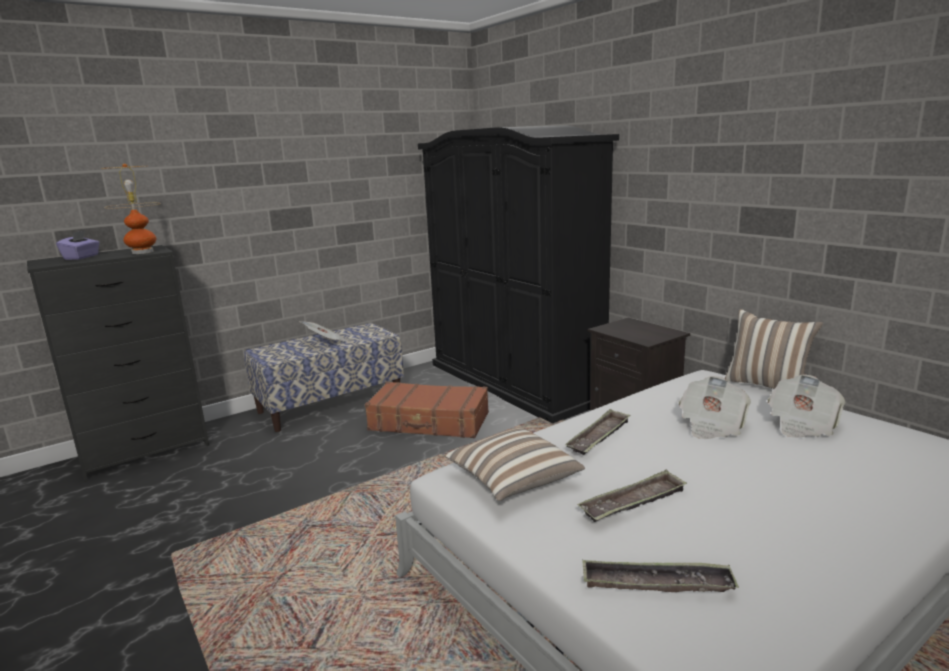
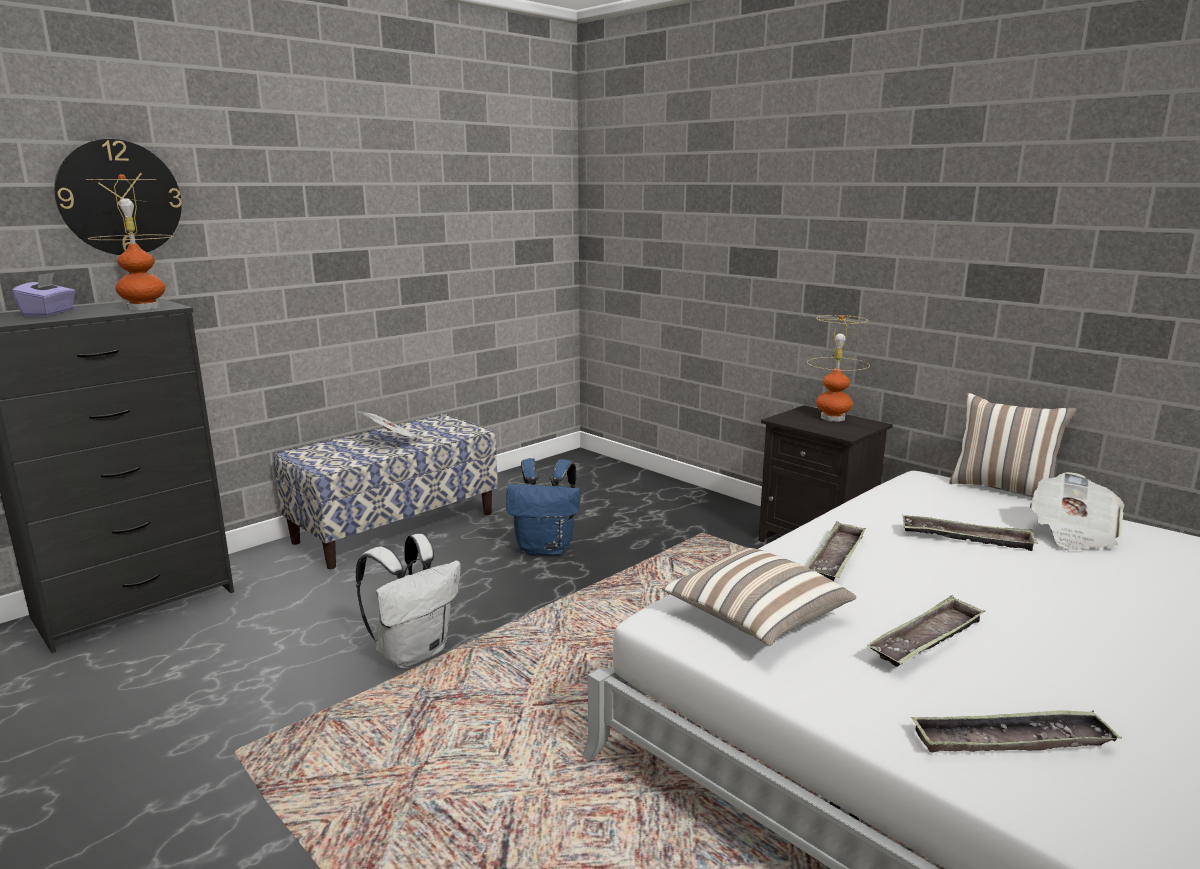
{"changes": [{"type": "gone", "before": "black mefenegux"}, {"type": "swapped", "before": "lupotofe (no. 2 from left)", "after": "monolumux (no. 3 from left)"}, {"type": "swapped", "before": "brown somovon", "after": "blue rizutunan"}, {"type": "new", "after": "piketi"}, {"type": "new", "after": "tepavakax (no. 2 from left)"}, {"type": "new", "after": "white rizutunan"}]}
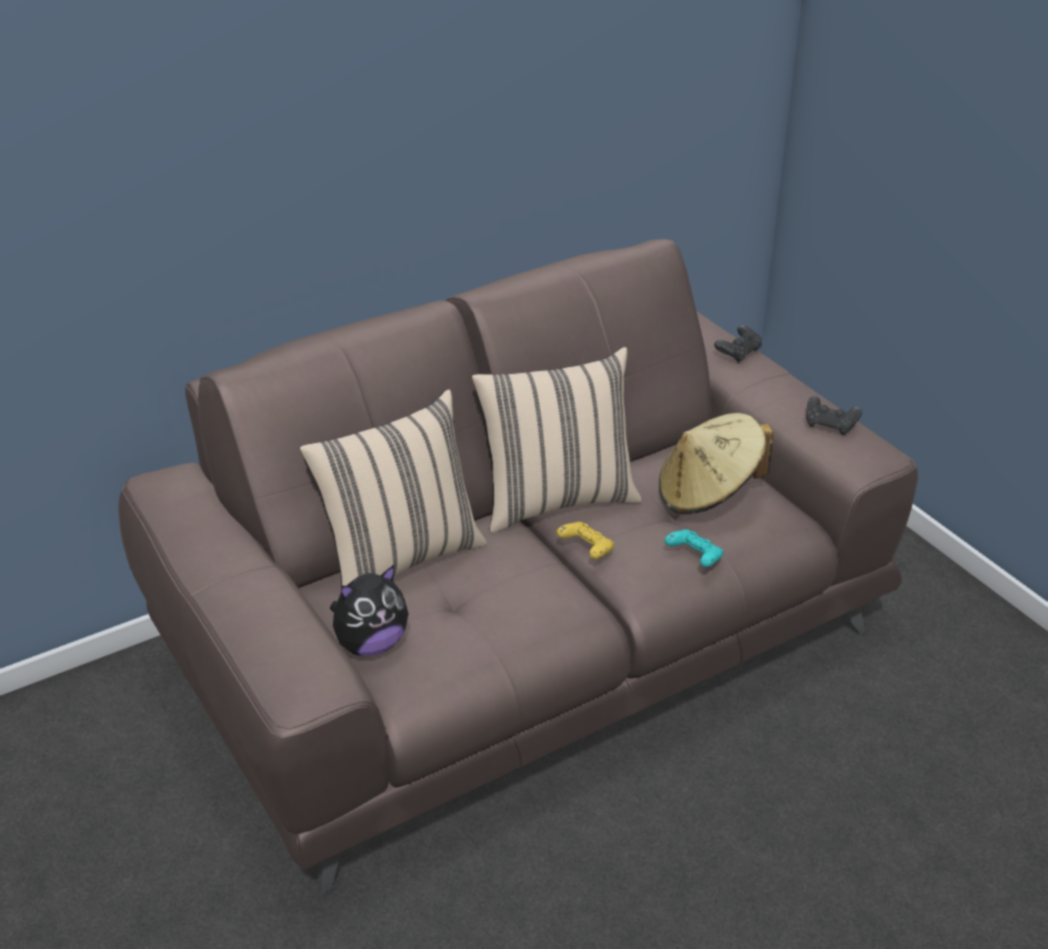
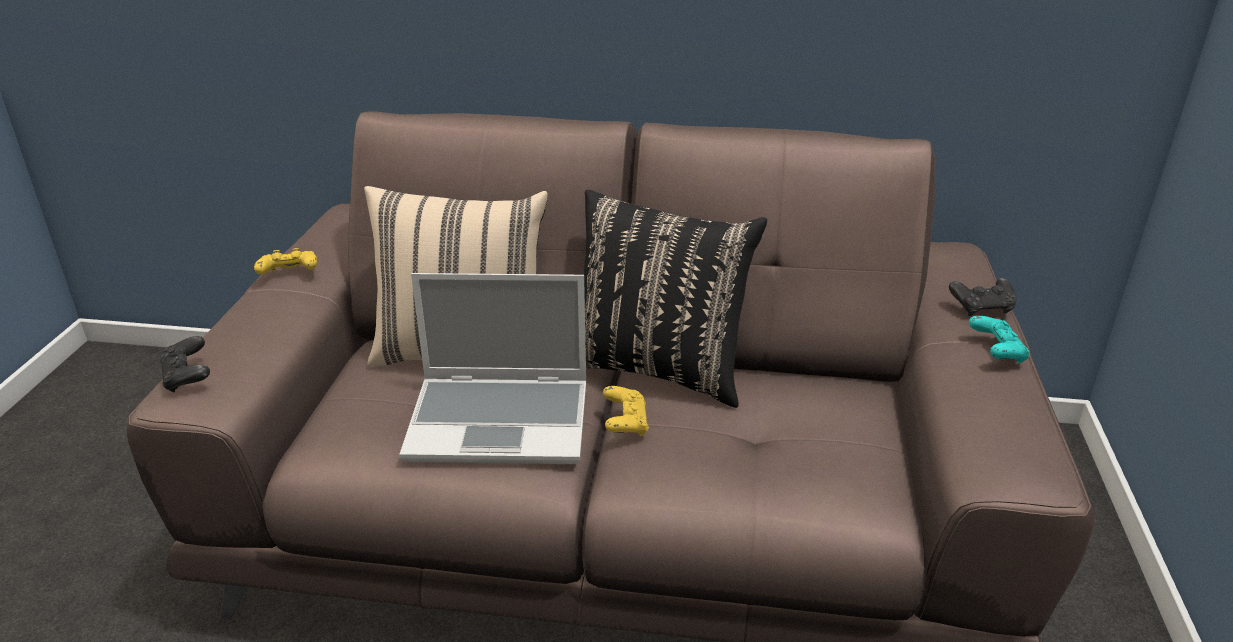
{"changes": [{"type": "repainted", "before": "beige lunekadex (no. 2 from left)", "after": "black lunekadex"}, {"type": "shifted", "before": "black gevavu (no. 2 from left in the first image)", "after": "black gevavu (no. 1 from left)"}, {"type": "gone", "before": "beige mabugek"}, {"type": "shifted", "before": "turquoise gevavu"}, {"type": "gone", "before": "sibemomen"}, {"type": "new", "after": "yellow gevavu (no. 1 from left)"}, {"type": "new", "after": "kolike"}]}
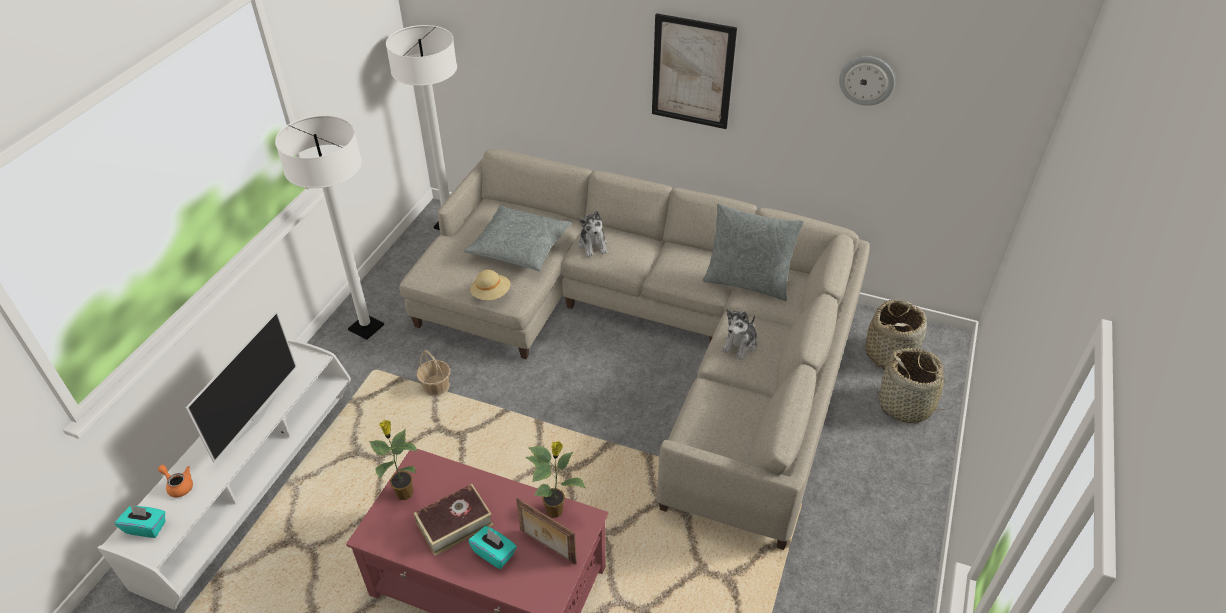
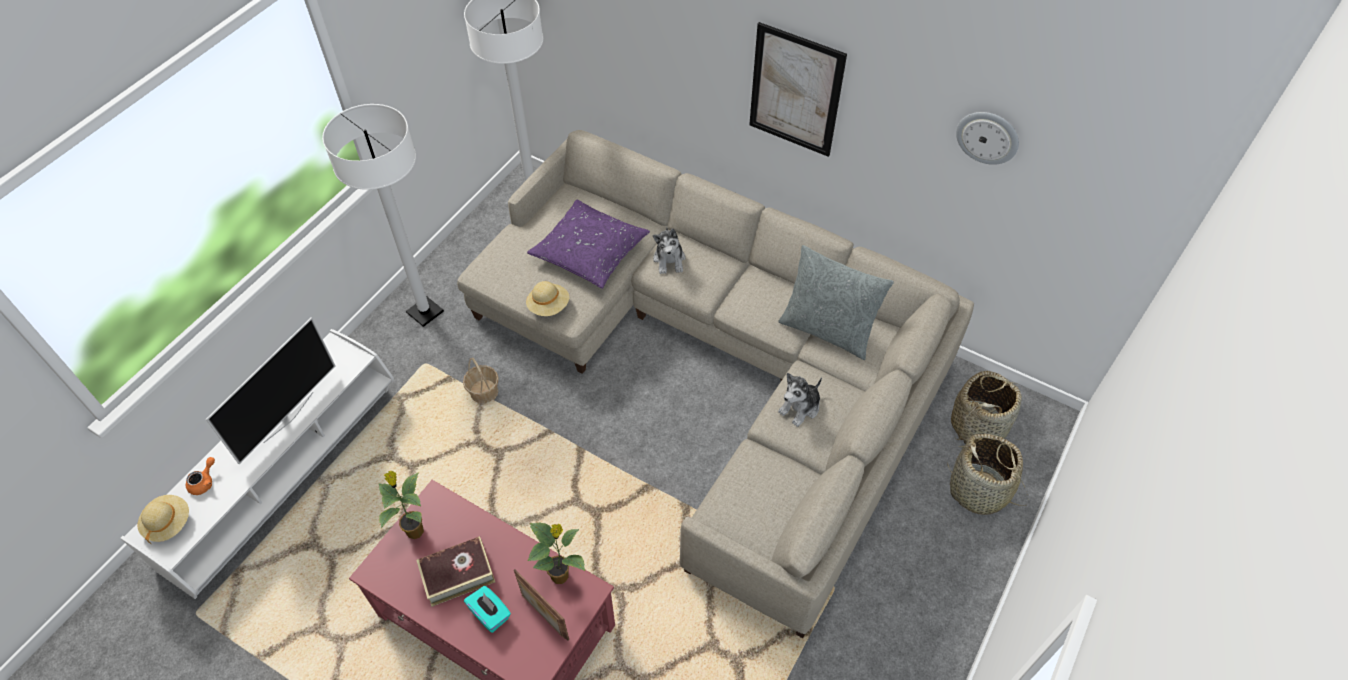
{"changes": [{"type": "repainted", "before": "grey lunekadex (no. 1 from left)", "after": "purple lunekadex"}, {"type": "rotated", "before": "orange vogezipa", "turn": 75}, {"type": "swapped", "before": "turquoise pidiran (no. 1 from left)", "after": "beige mabugek (no. 1 from left)"}]}
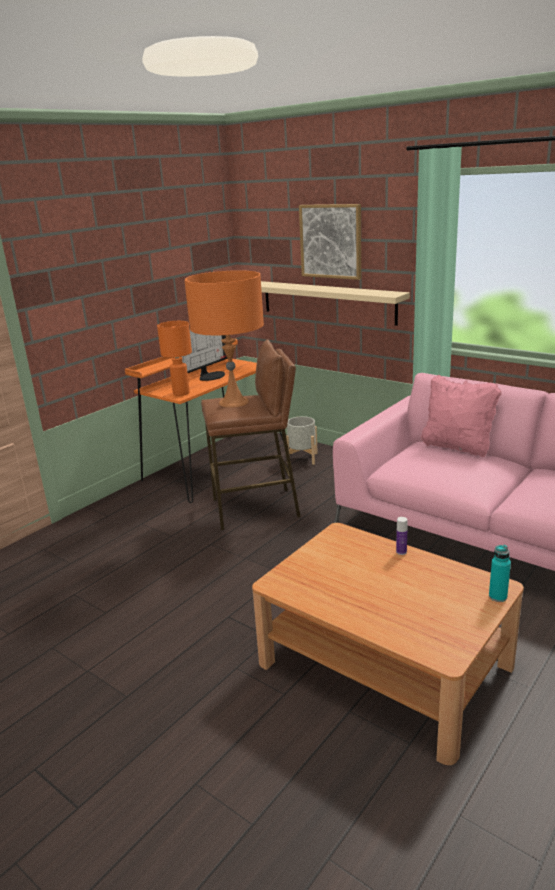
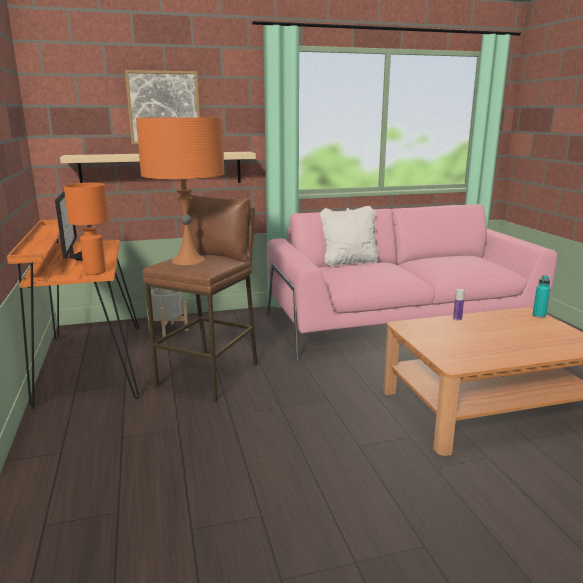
{"changes": [{"type": "repainted", "before": "pink lunekadex", "after": "white lunekadex"}]}
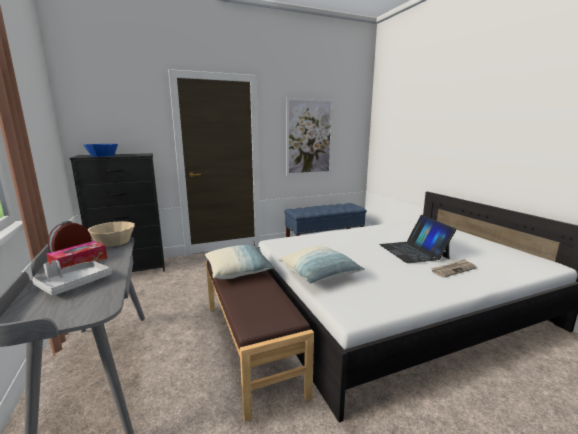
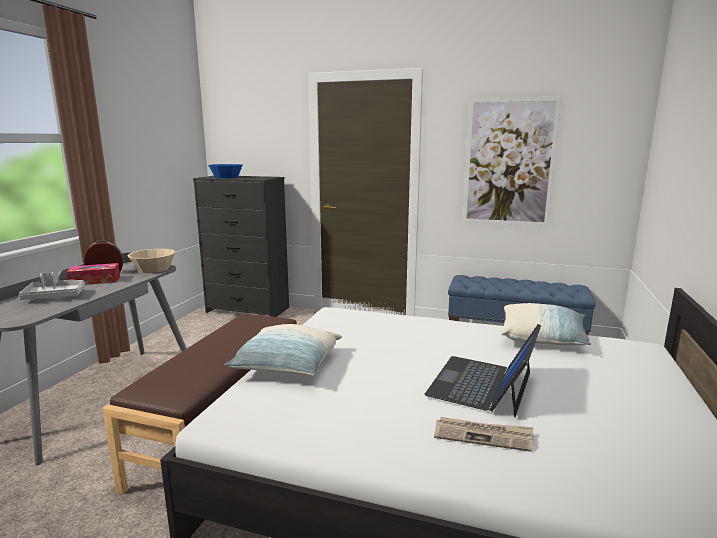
{"changes": [{"type": "shifted", "before": "lunekadex (no. 1 from left in the first image)", "after": "lunekadex (no. 2 from left)"}]}
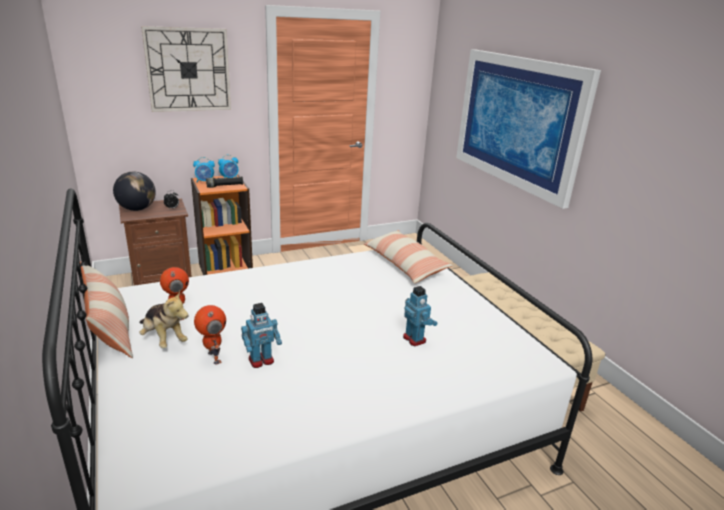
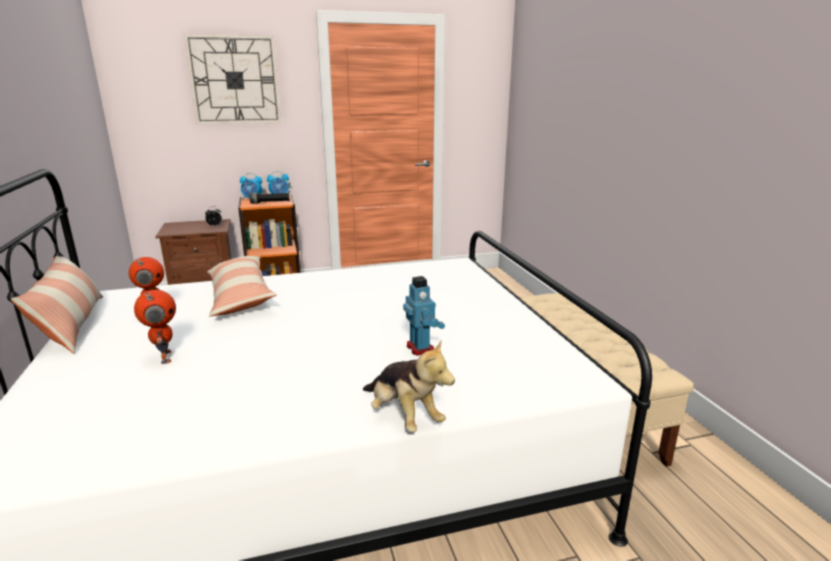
{"changes": [{"type": "gone", "before": "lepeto"}, {"type": "gone", "before": "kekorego"}, {"type": "shifted", "before": "lunekadex (no. 2 from left)"}, {"type": "shifted", "before": "sibemomen"}, {"type": "gone", "before": "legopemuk (no. 3 from left)"}]}
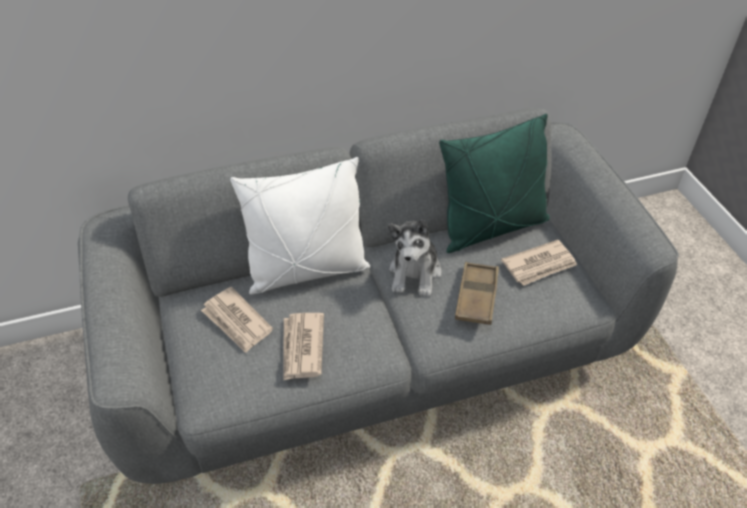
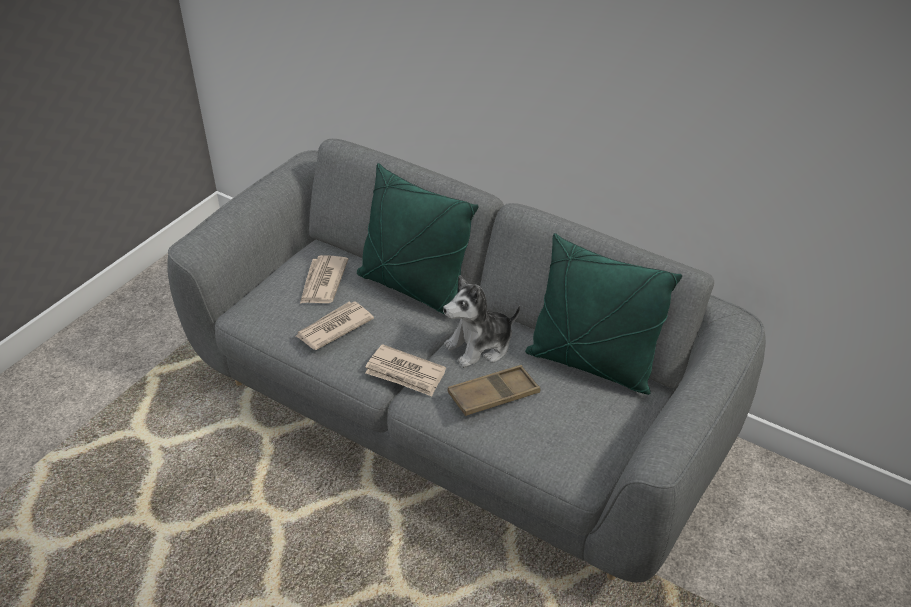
{"changes": [{"type": "repainted", "before": "white lunekadex", "after": "green lunekadex (no. 1 from left)"}, {"type": "shifted", "before": "lupotofe (no. 3 from left)"}]}
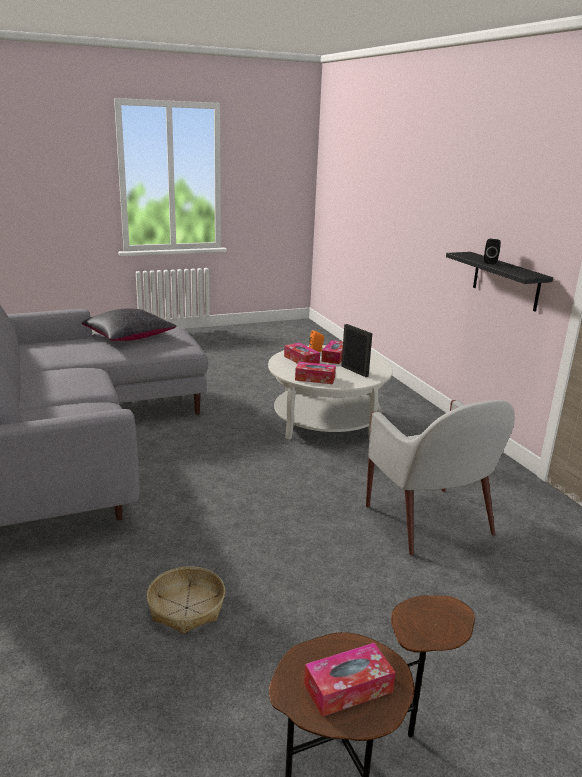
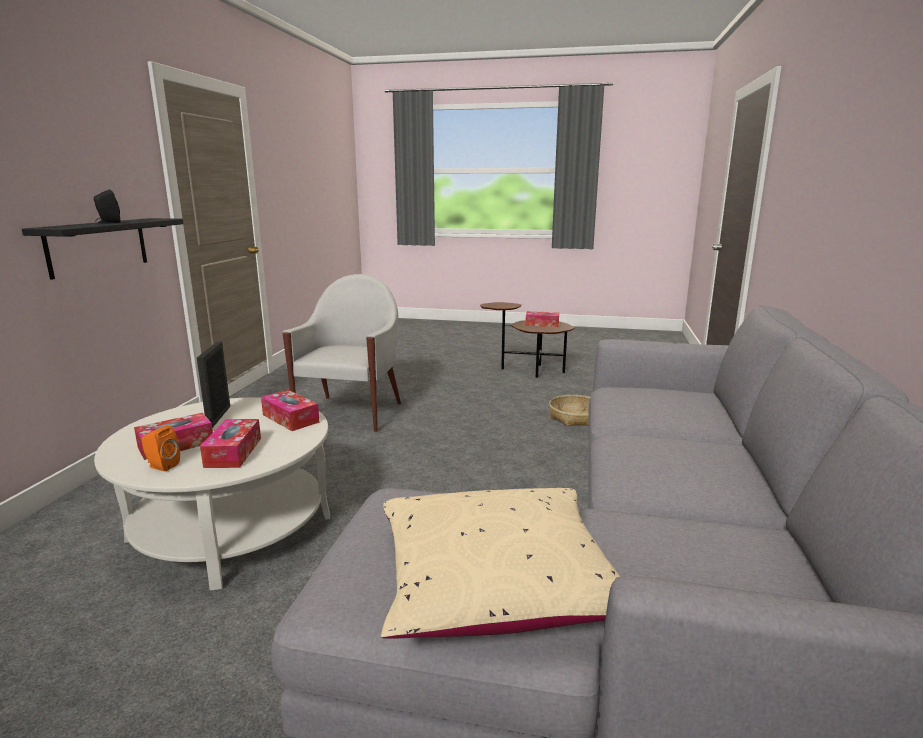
{"changes": [{"type": "repainted", "before": "black lunekadex", "after": "beige lunekadex"}]}
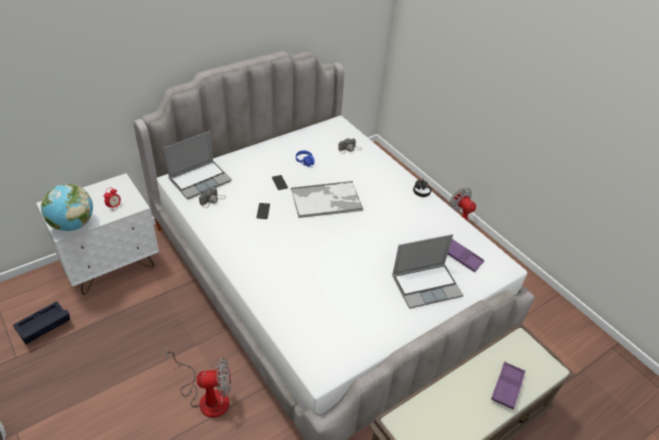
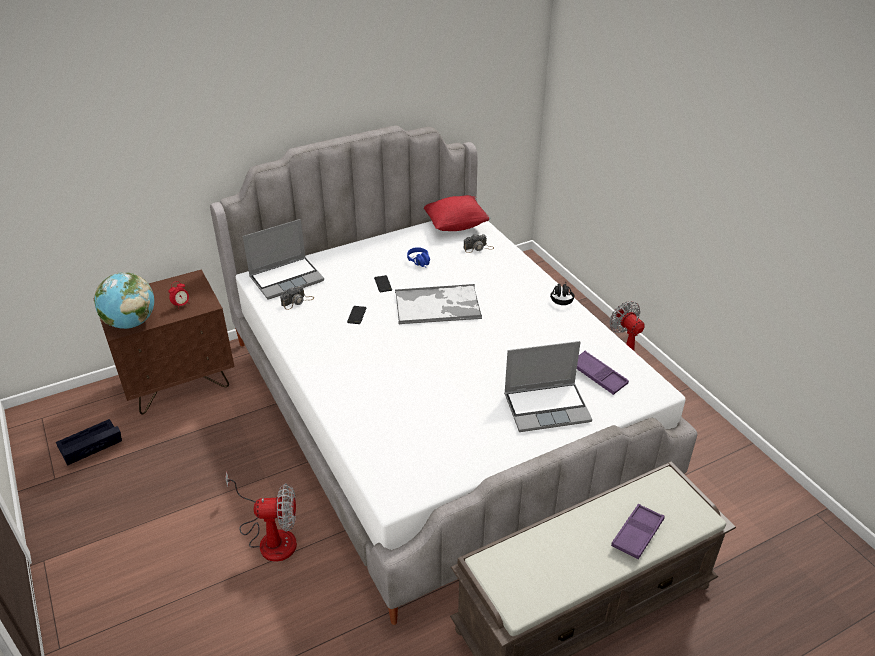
{"changes": [{"type": "repainted", "before": "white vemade", "after": "brown vemade"}, {"type": "new", "after": "red lunekadex"}]}
